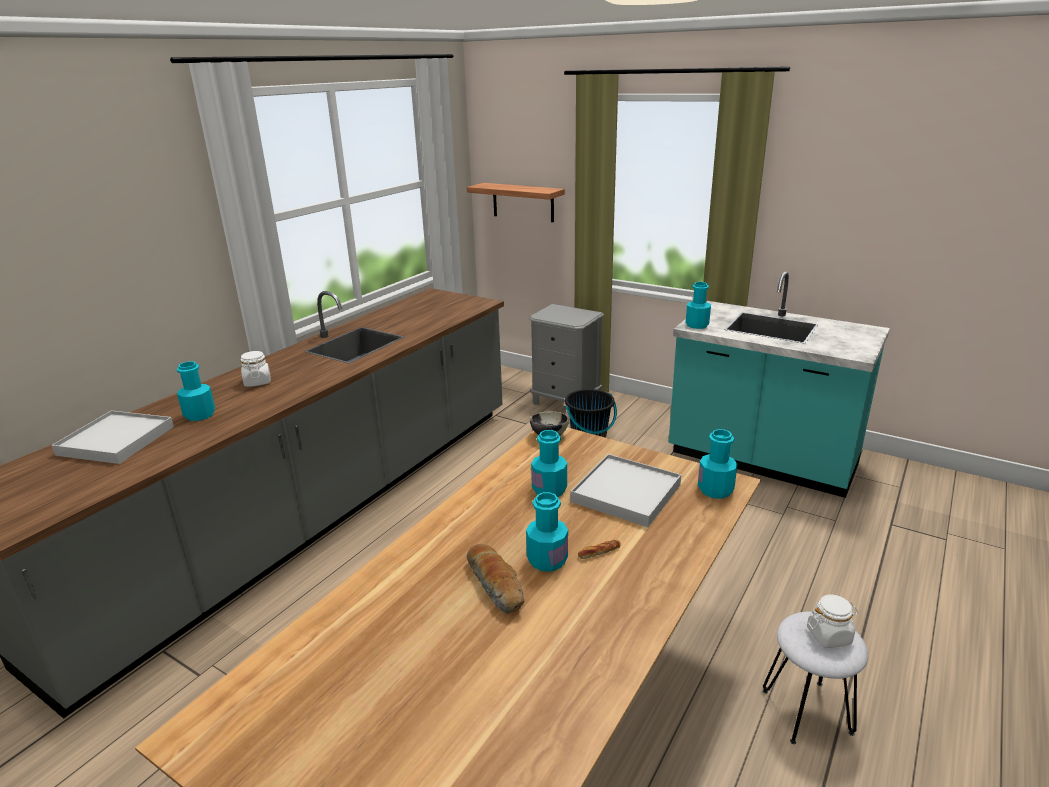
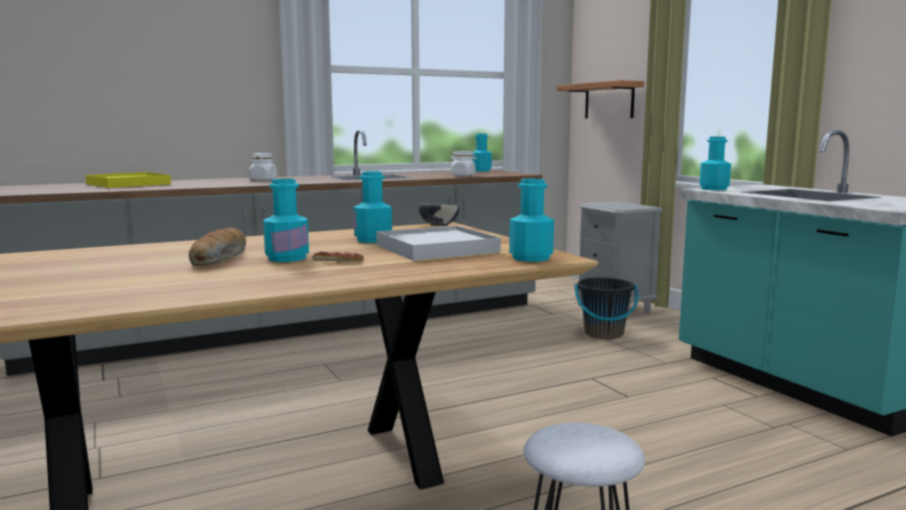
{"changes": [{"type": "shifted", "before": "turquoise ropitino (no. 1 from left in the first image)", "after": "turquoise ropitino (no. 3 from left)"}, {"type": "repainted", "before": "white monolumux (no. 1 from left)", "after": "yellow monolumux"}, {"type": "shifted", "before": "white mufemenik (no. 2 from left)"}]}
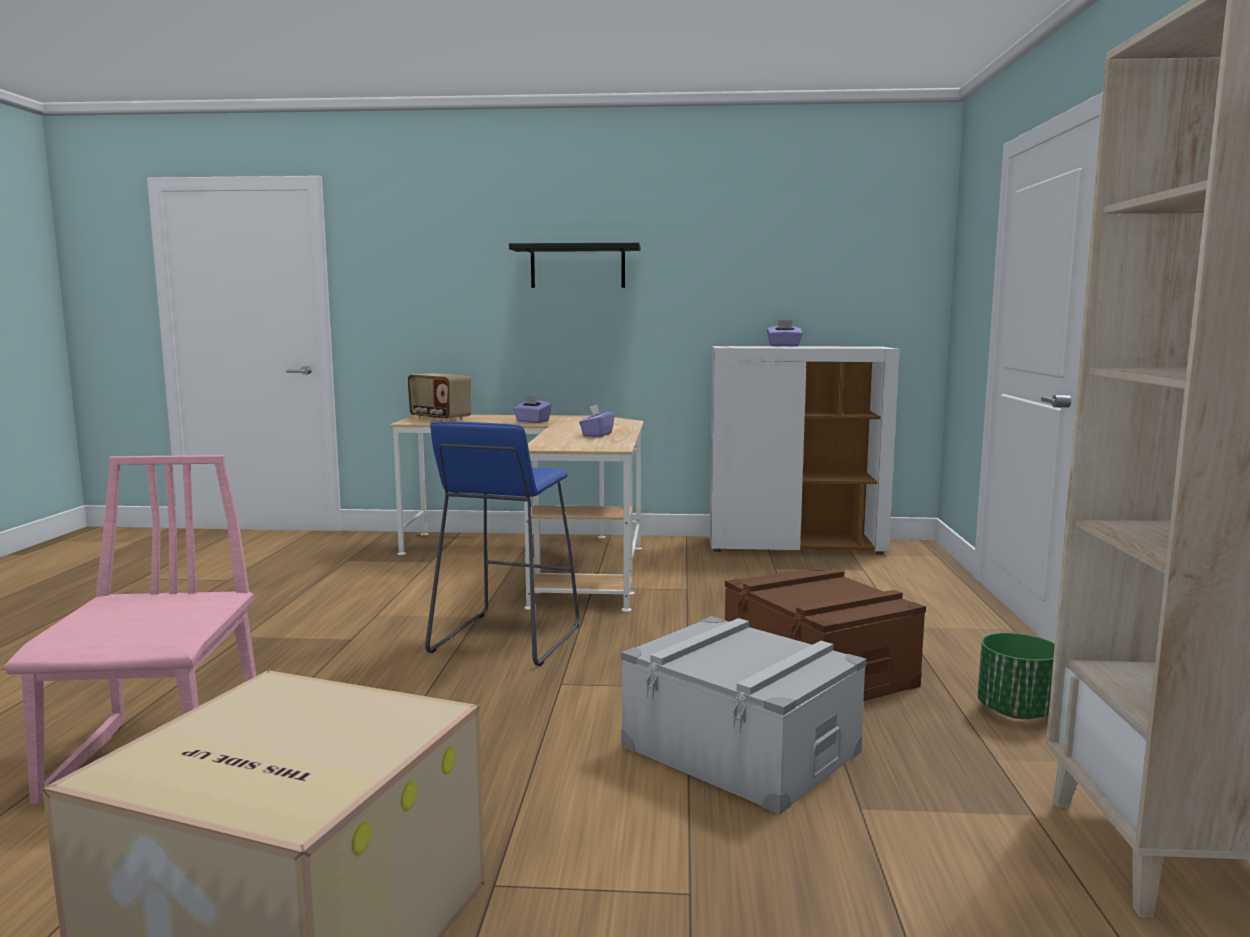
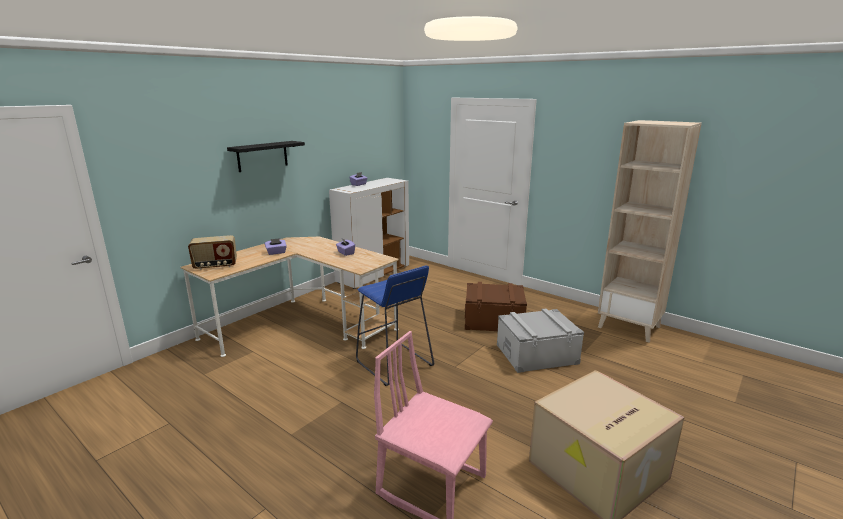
{"changes": [{"type": "gone", "before": "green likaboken"}]}
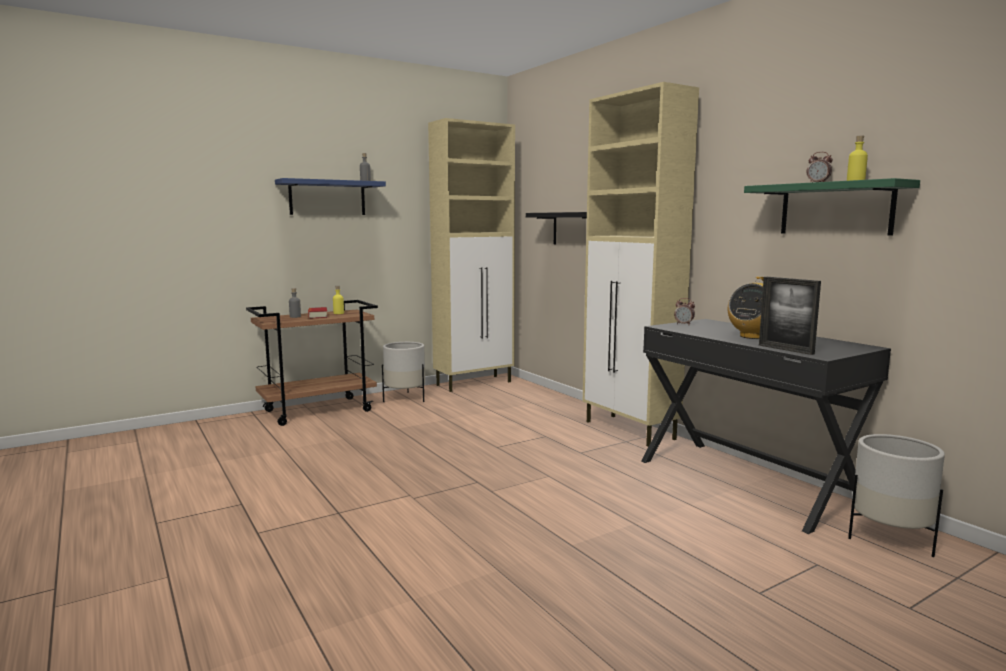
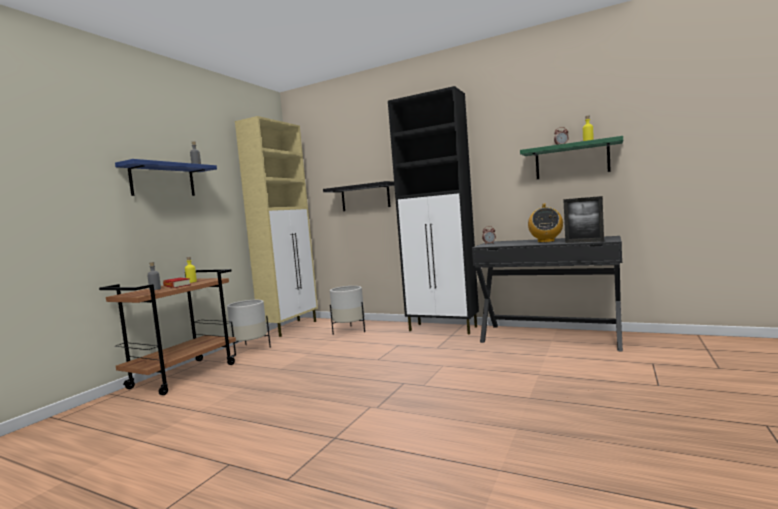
{"changes": [{"type": "repainted", "before": "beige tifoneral (no. 2 from left)", "after": "black tifoneral"}, {"type": "shifted", "before": "white likaboken (no. 2 from left)"}]}
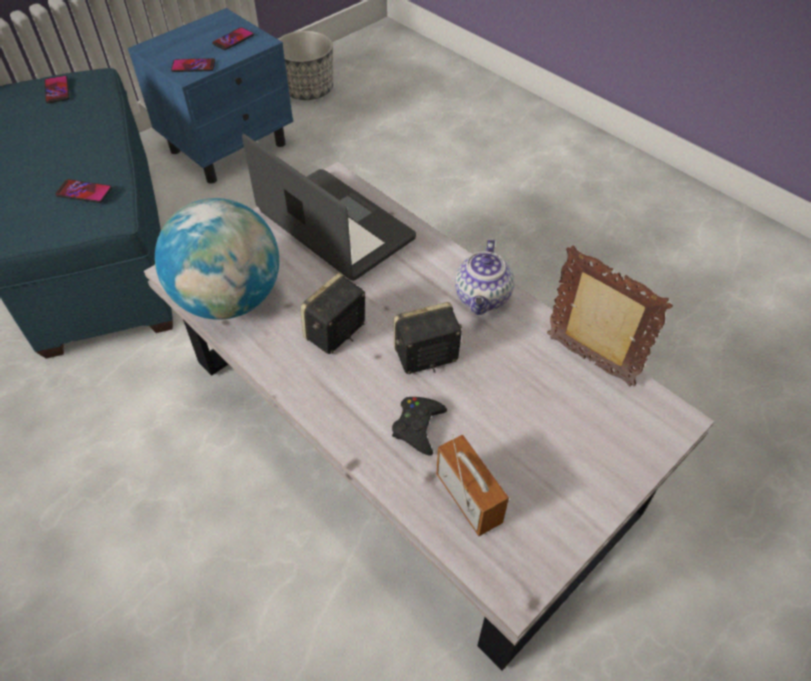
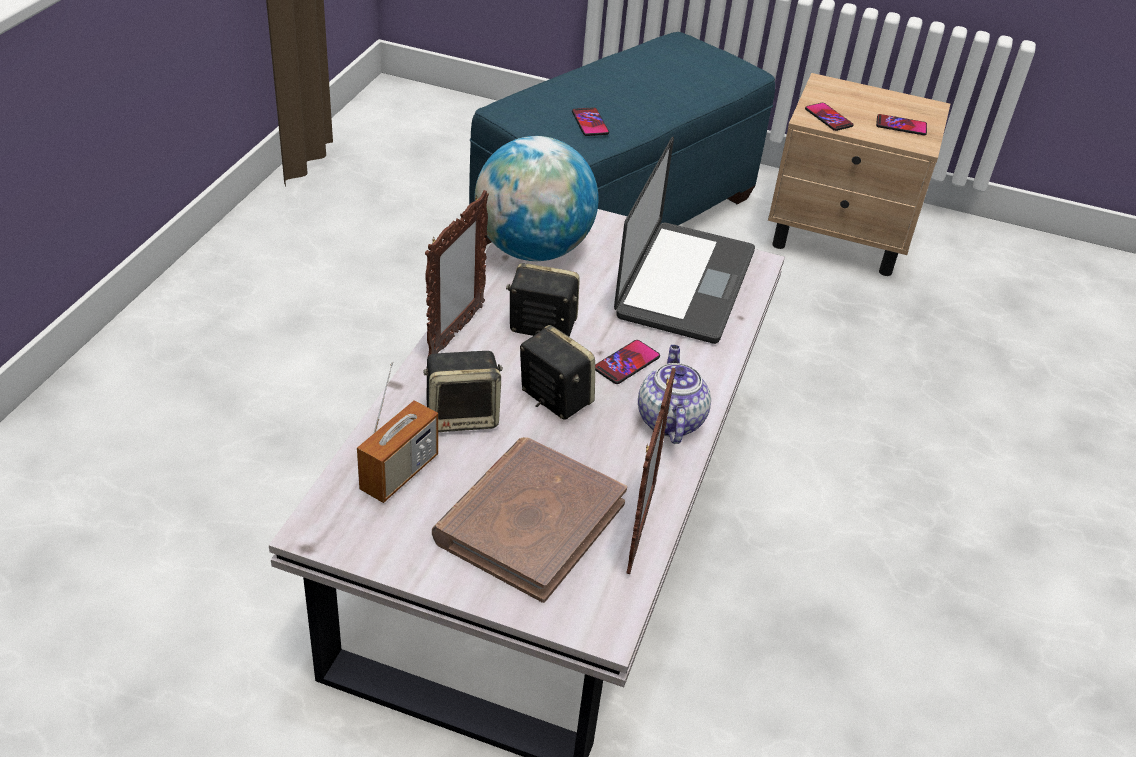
{"changes": [{"type": "repainted", "before": "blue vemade", "after": "beige vemade"}, {"type": "gone", "before": "likaboken"}, {"type": "shifted", "before": "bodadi (no. 1 from left in the first image)", "after": "bodadi (no. 2 from left)"}, {"type": "rotated", "before": "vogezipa", "turn": 105}, {"type": "swapped", "before": "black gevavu", "after": "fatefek (no. 1 from left)"}, {"type": "new", "after": "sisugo (no. 1 from left)"}, {"type": "new", "after": "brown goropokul"}]}
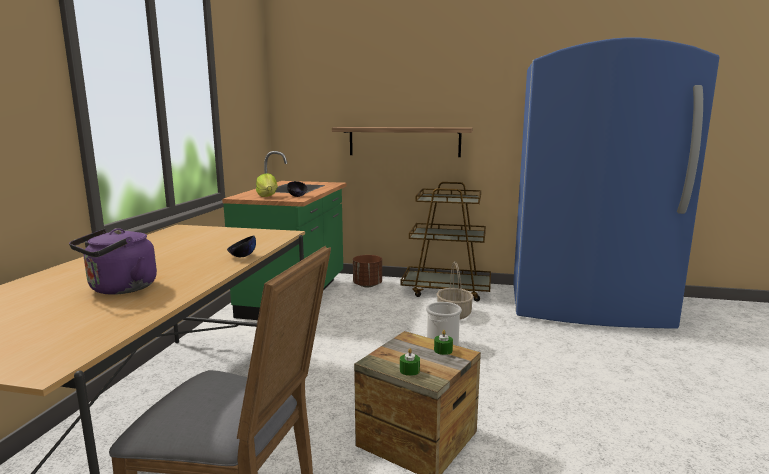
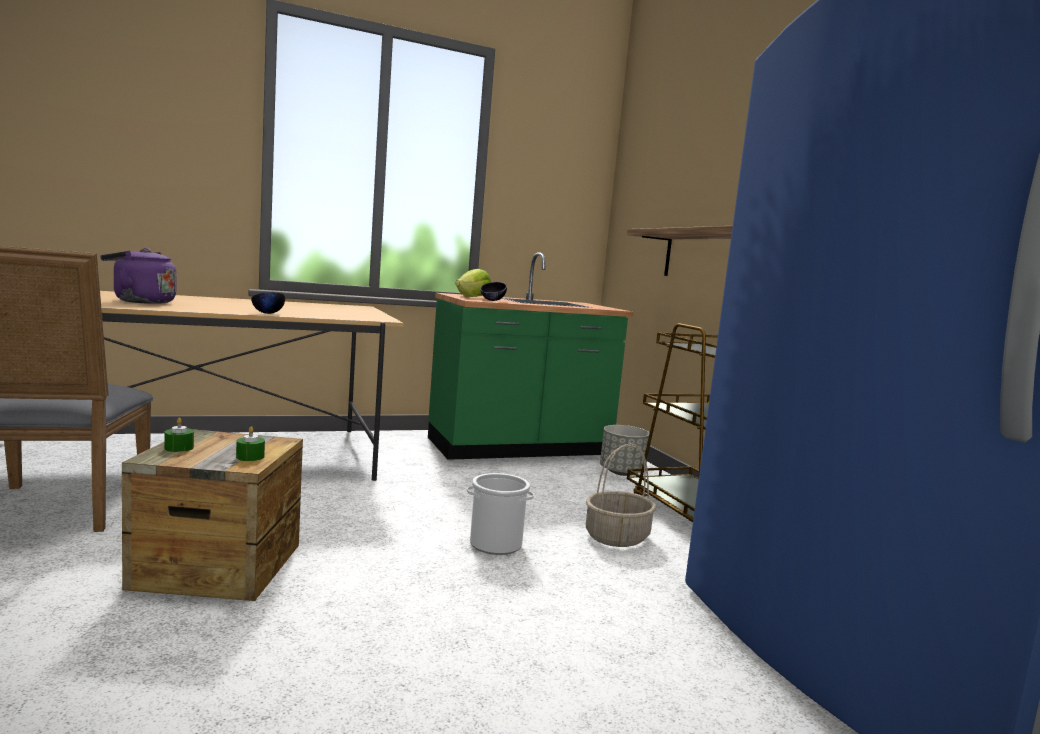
{"changes": [{"type": "repainted", "before": "brown likaboken", "after": "grey likaboken"}]}
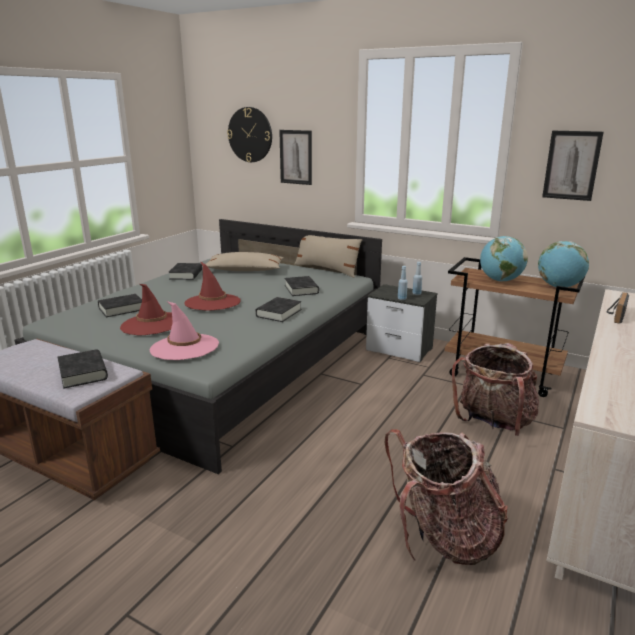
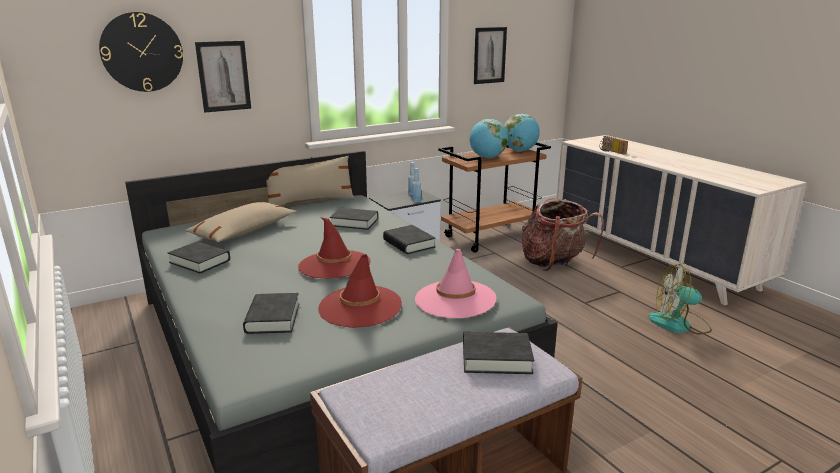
{"changes": [{"type": "swapped", "before": "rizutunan (no. 1 from left)", "after": "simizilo"}]}
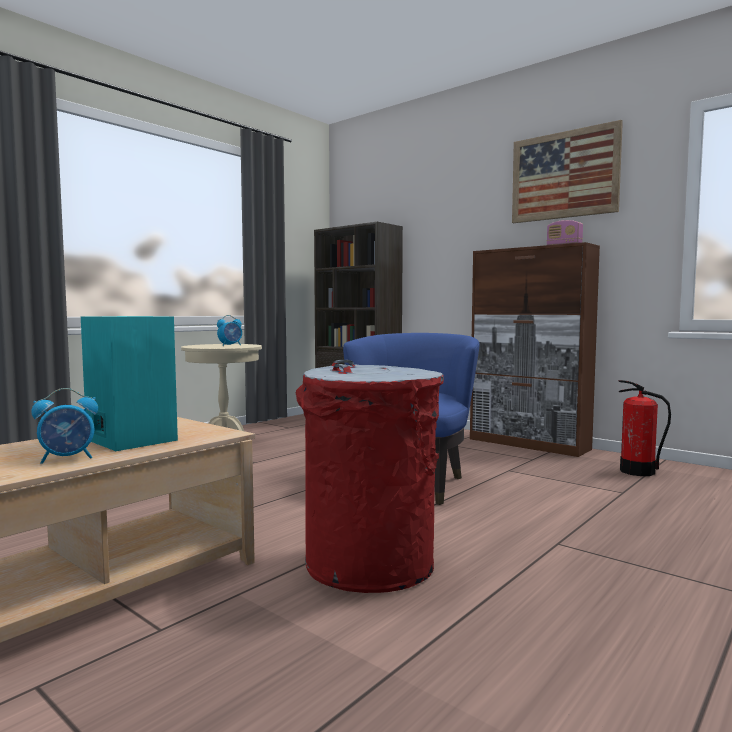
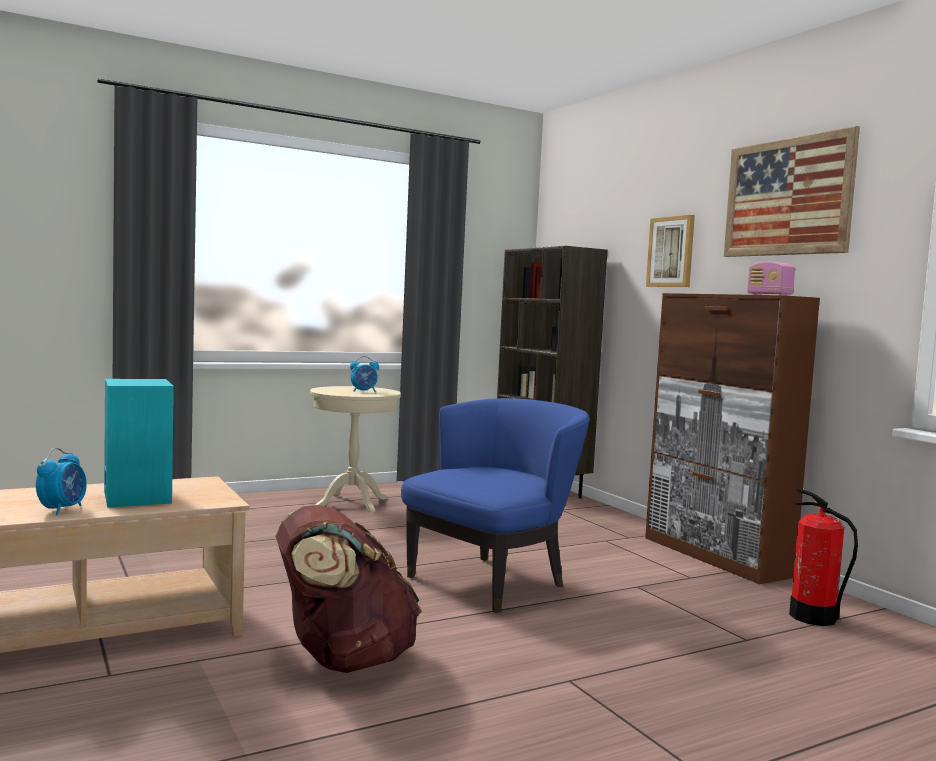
{"changes": [{"type": "swapped", "before": "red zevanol", "after": "brown rizutunan"}, {"type": "rotated", "before": "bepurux (no. 1 from left)", "turn": -75}, {"type": "new", "after": "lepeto (no. 1 from left)"}]}
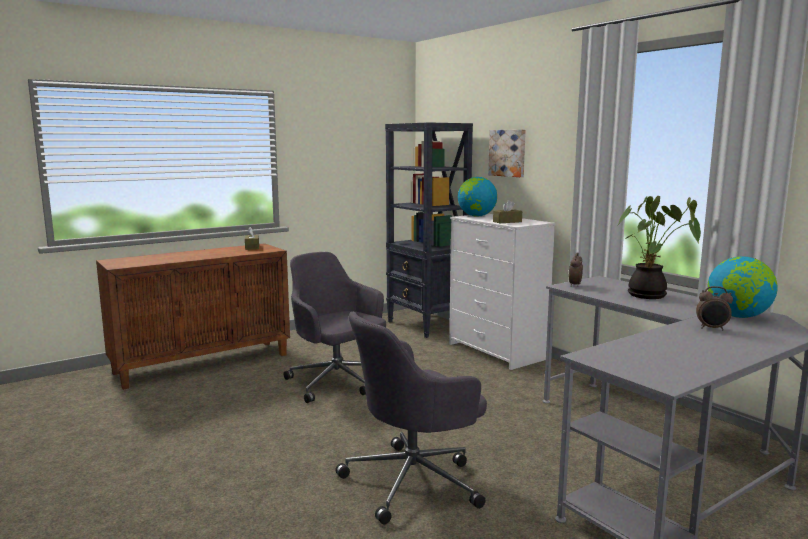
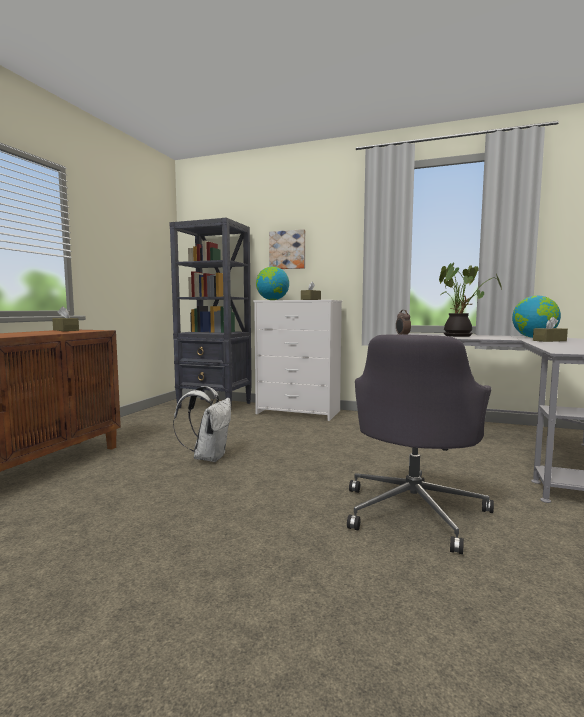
{"changes": [{"type": "swapped", "before": "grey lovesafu (no. 1 from left)", "after": "white rizutunan"}, {"type": "swapped", "before": "bepurux (no. 2 from left)", "after": "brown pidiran (no. 3 from left)"}]}
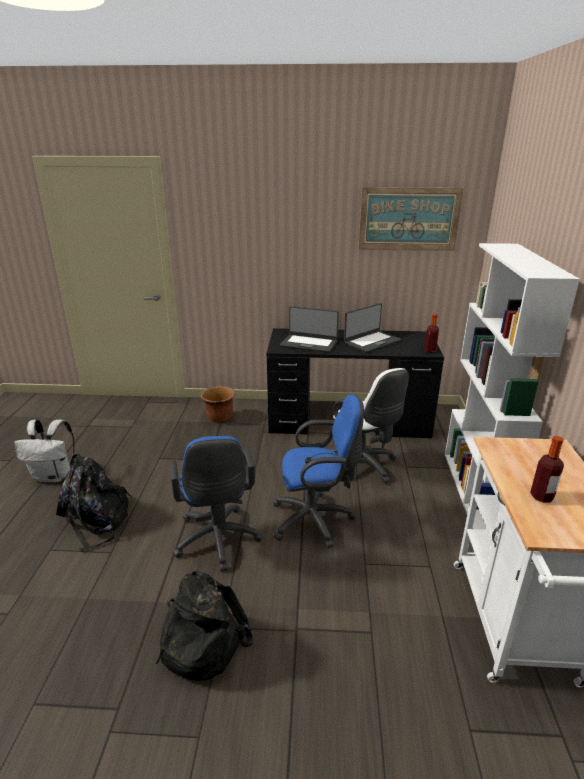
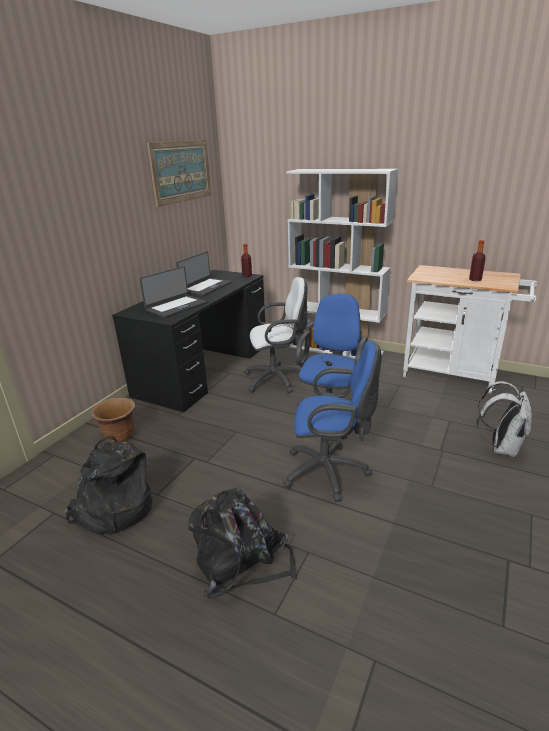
{"changes": [{"type": "rotated", "before": "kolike (no. 2 from left)", "turn": 45}, {"type": "shifted", "before": "white rizutunan"}, {"type": "shifted", "before": "black rizutunan (no. 2 from left in the first image)", "after": "black rizutunan (no. 1 from left)"}]}
